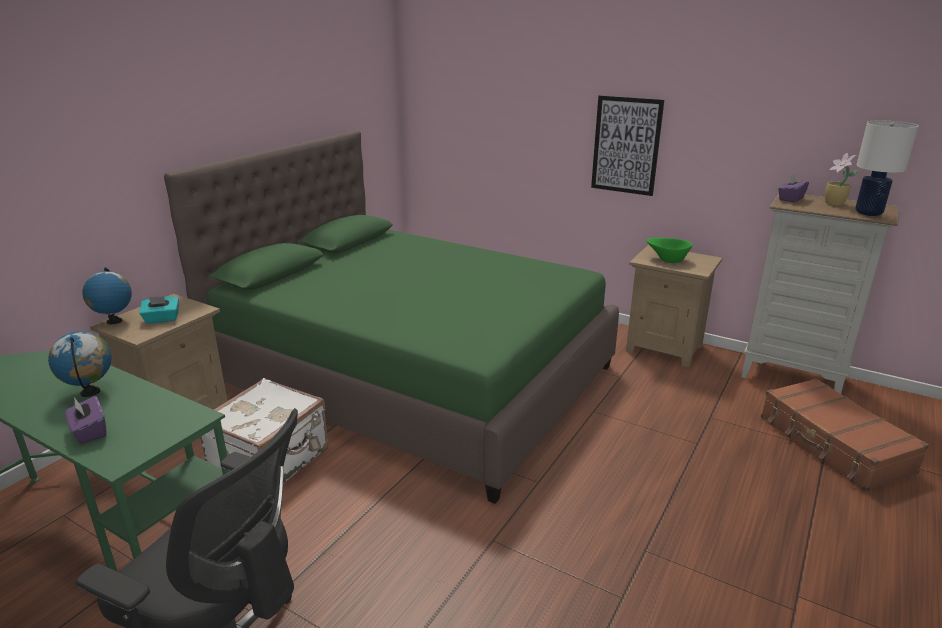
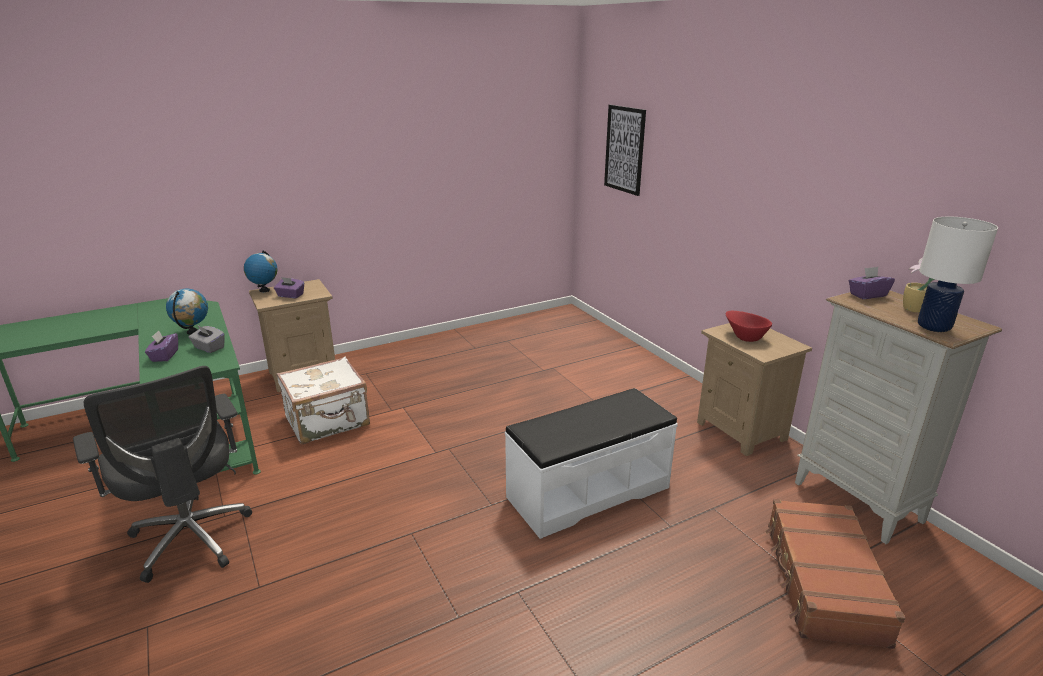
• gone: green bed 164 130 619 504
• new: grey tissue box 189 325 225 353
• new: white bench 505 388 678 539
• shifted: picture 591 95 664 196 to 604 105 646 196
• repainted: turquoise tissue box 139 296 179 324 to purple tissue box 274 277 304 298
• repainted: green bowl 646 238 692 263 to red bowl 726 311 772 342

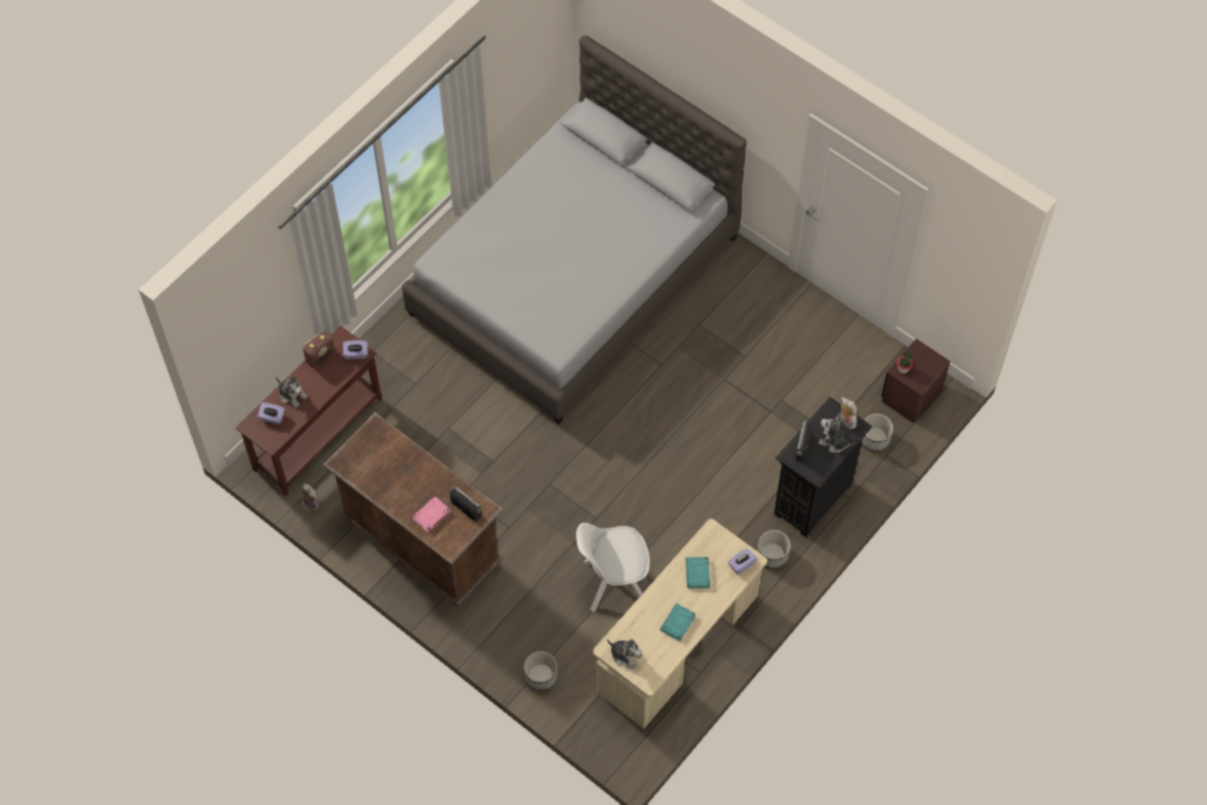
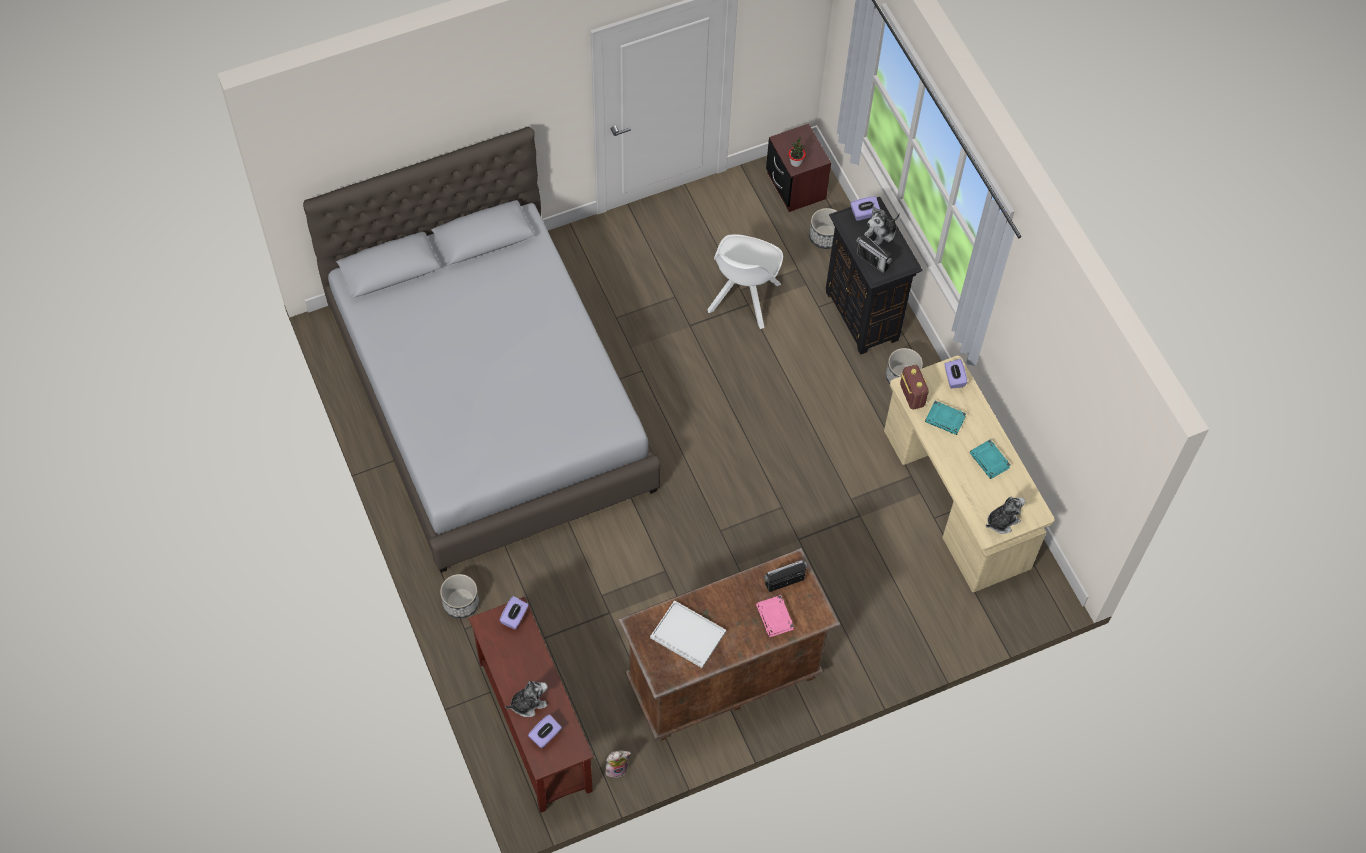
• new: white tray 650 600 726 668
• shifted: radio 303 332 335 368 to 900 365 929 409
• shifted: planter 524 651 558 691 to 440 574 479 618
• shifted: white chair 576 523 650 612 to 707 234 783 329
• swapped: plush toy 839 397 857 429 to purple tissue box 851 196 880 221

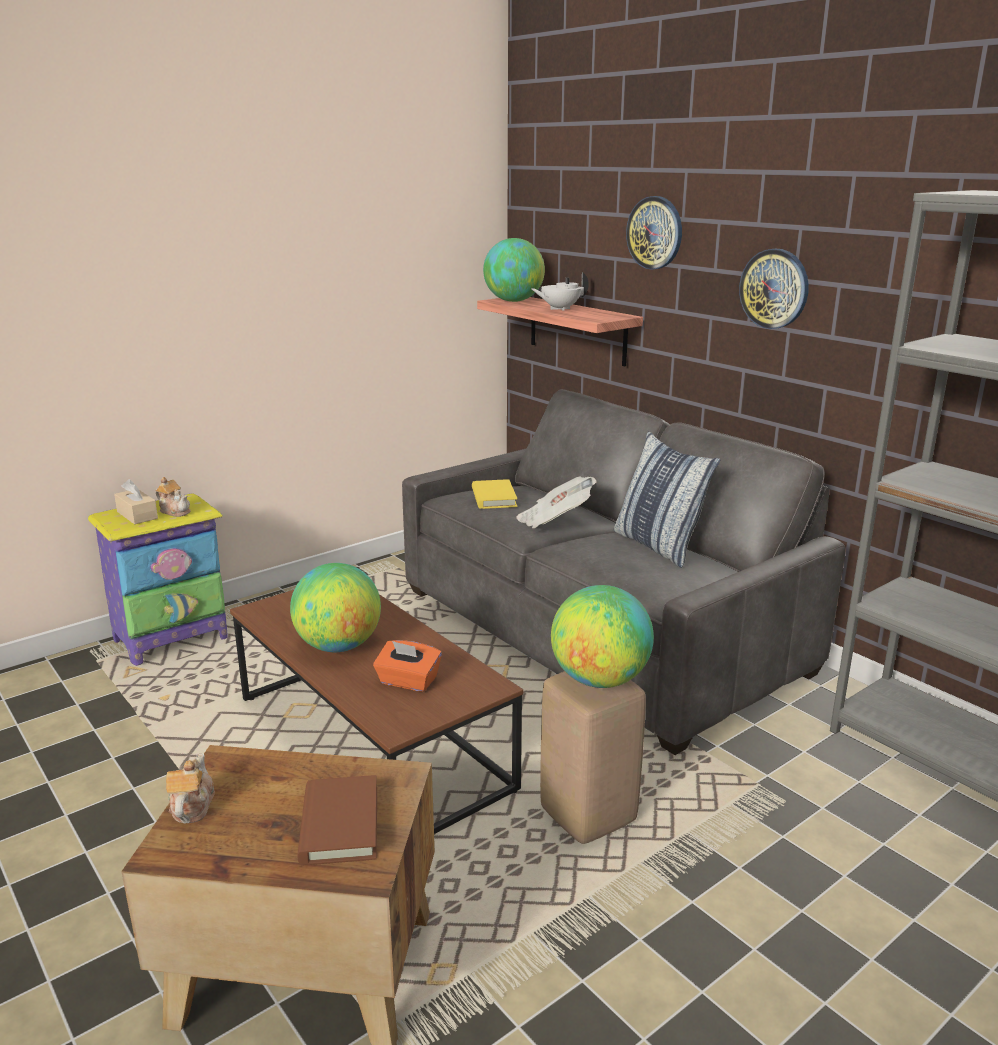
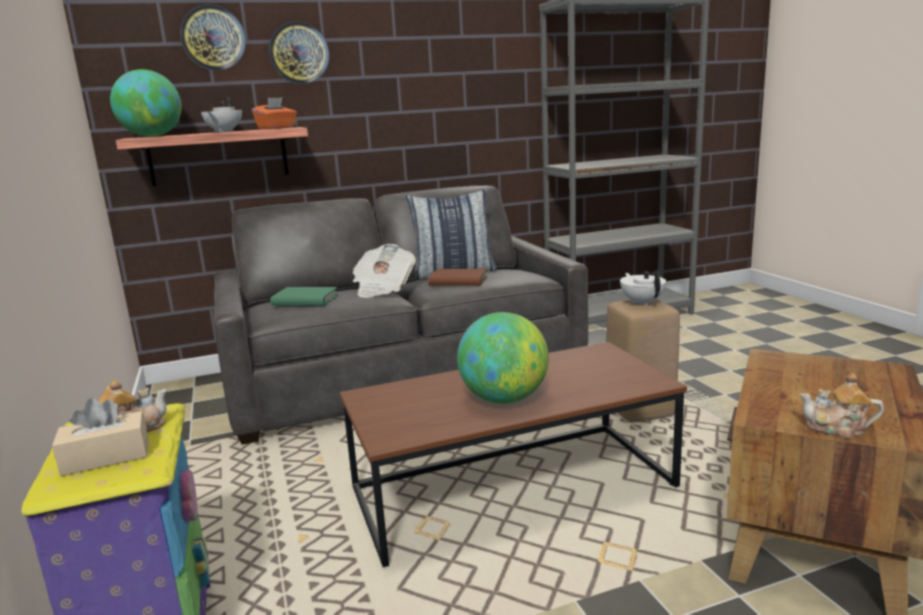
• shifted: brown book 297 775 377 865 to 428 269 487 286
• shifted: orange tissue box 373 640 442 692 to 252 97 297 129
• shifted: wall clock 739 248 809 329 to 180 5 246 71
• swapped: globe 551 585 654 688 to white teapot 620 270 666 306
• repainted: yellow book 472 479 517 509 to green book 270 287 338 306

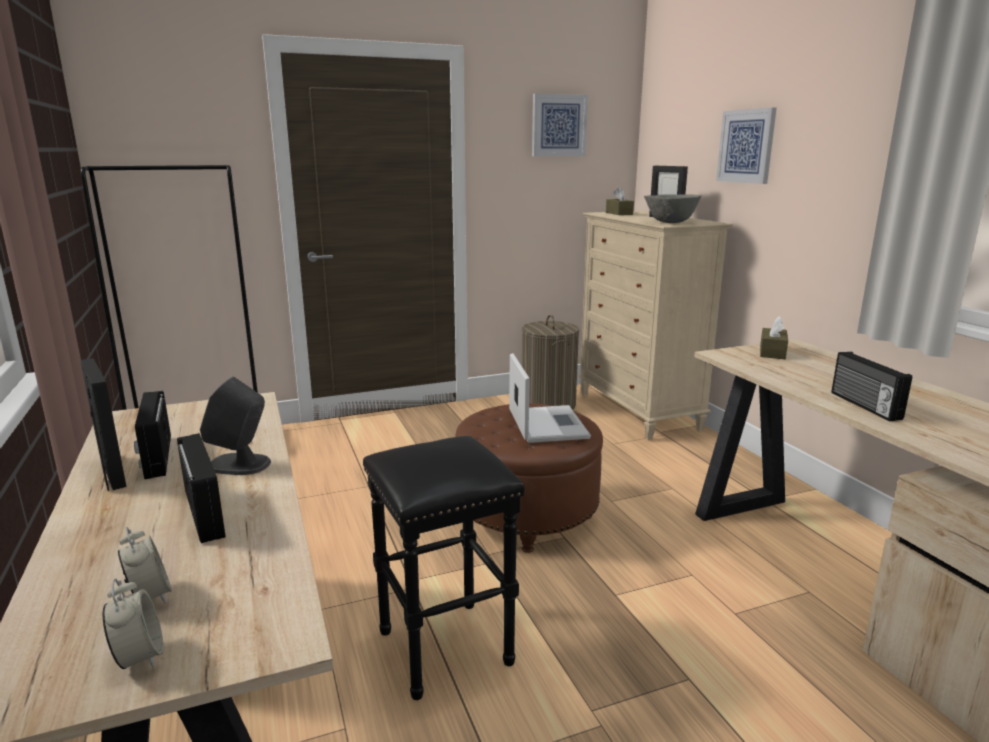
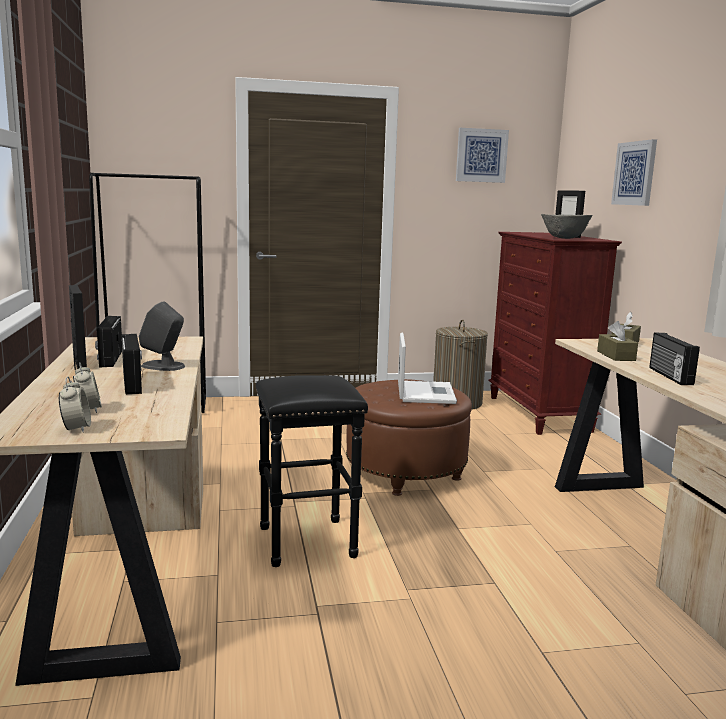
• shifted: brown tissue box 606 187 634 215 to 597 321 638 361
• repainted: beige dresser 578 211 733 441 to red dresser 488 232 622 435

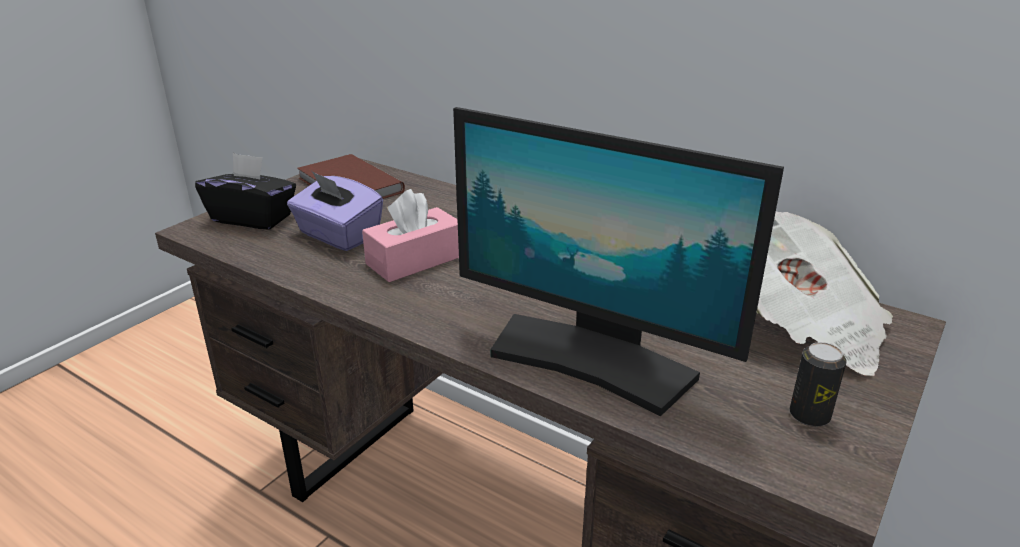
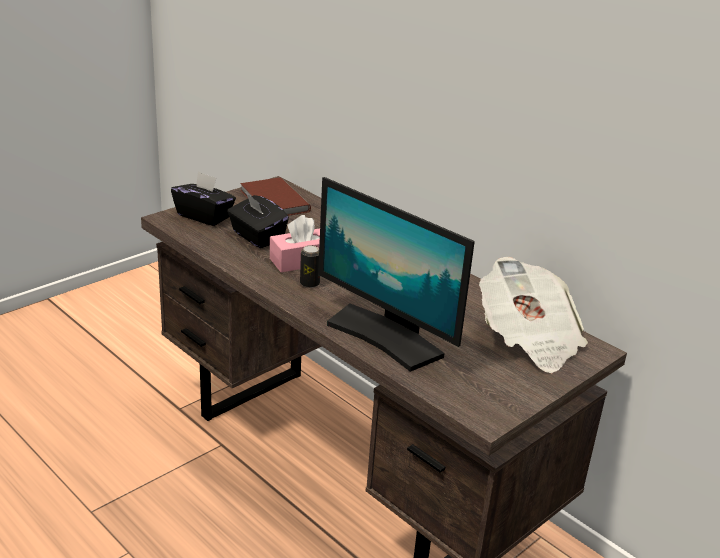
• shifted: can 790 342 847 427 to 300 245 320 288
• repainted: purple tissue box 287 171 383 251 to black tissue box 227 193 289 248

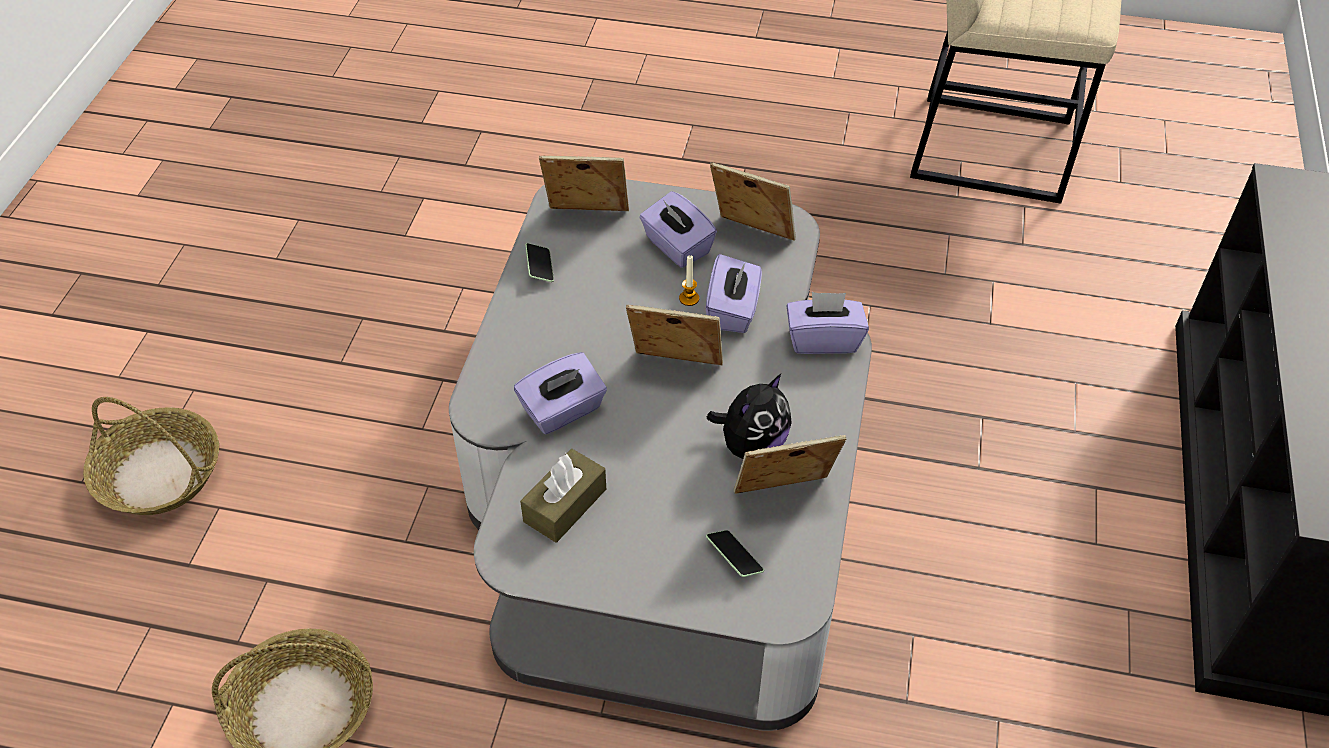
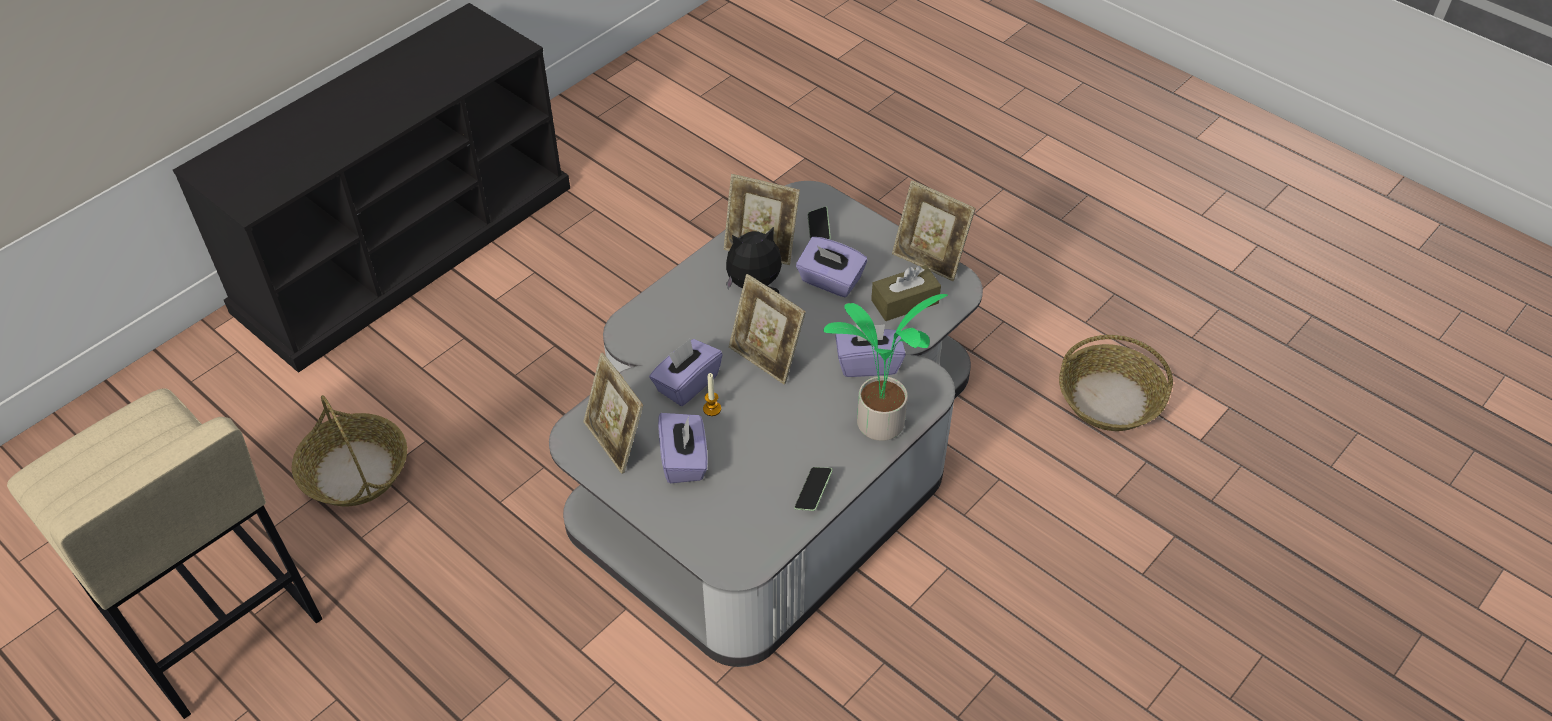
• new: potted plant 823 294 948 441
• shifted: basket 83 397 219 515 to 292 395 407 506
• shifted: picture frame 539 156 629 211 to 892 180 975 281
• shifted: purple tissue box 787 292 869 354 to 796 237 867 297

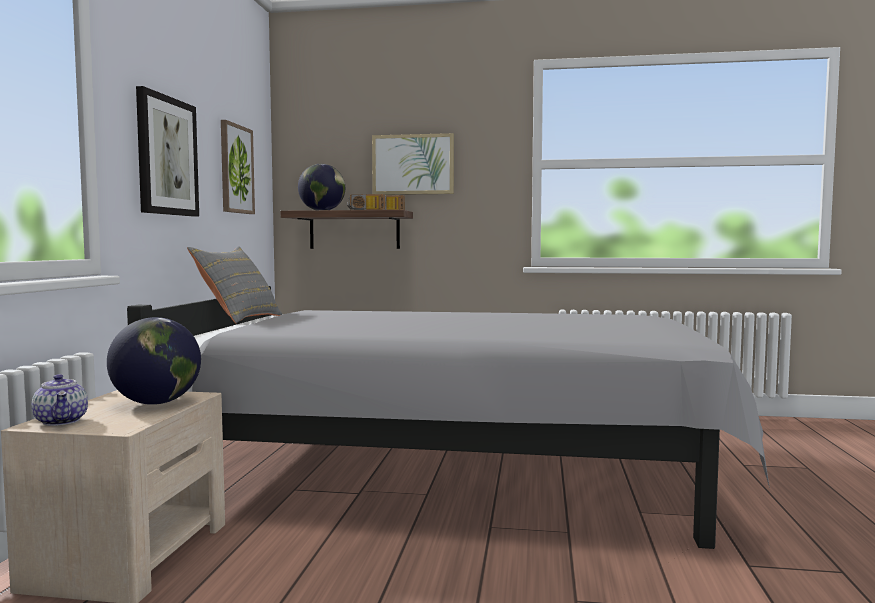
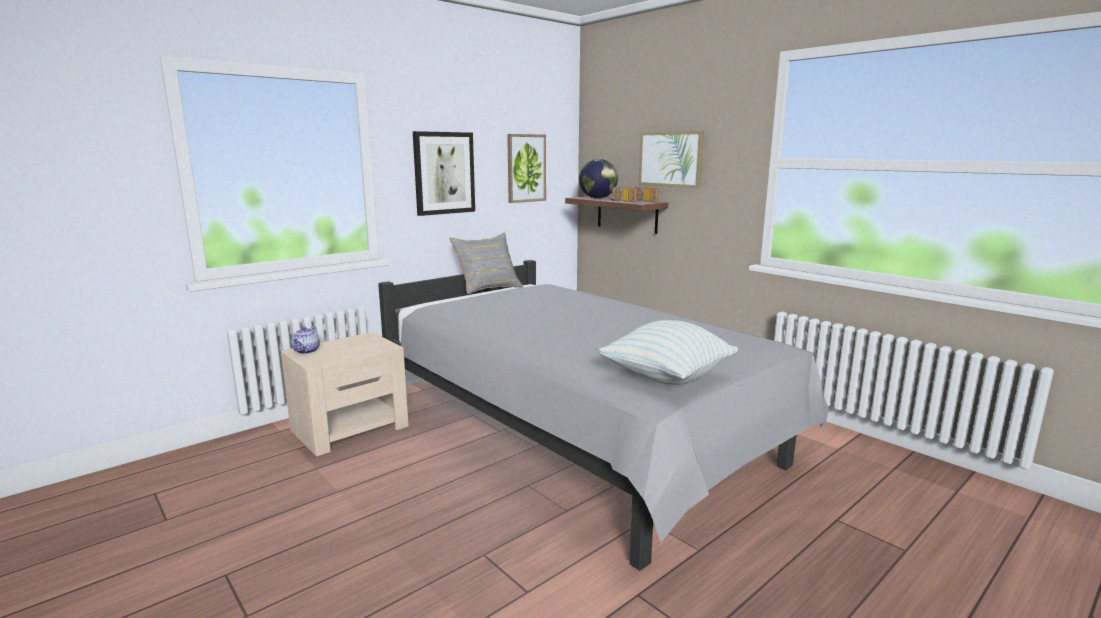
• gone: globe 107 317 201 405
• new: pillow 598 320 738 385

